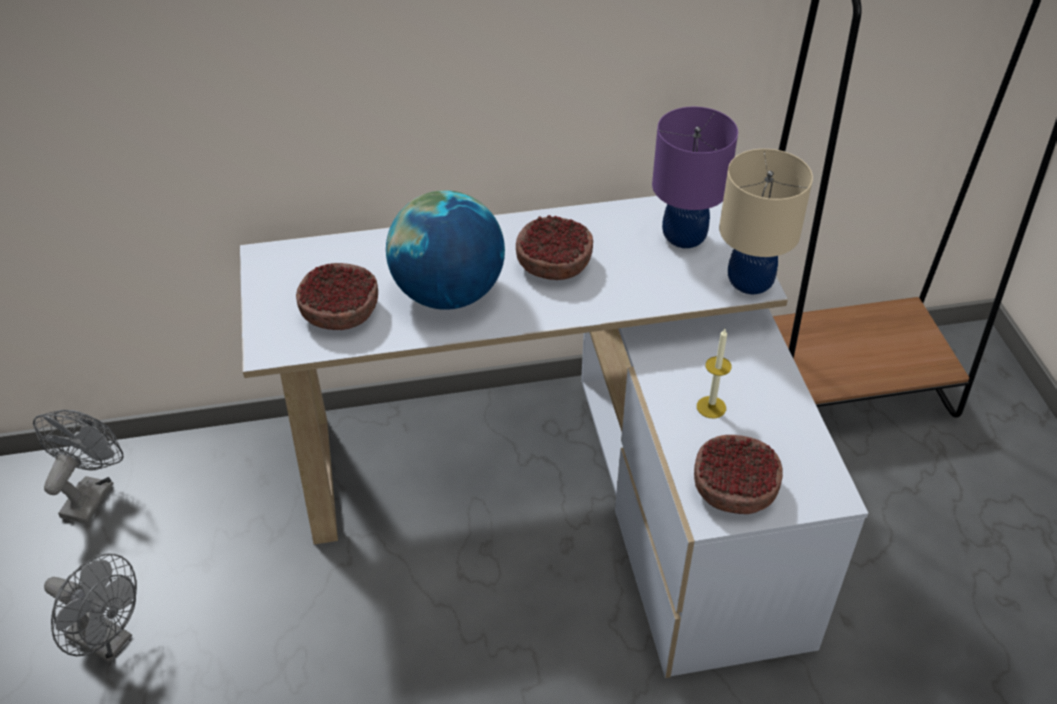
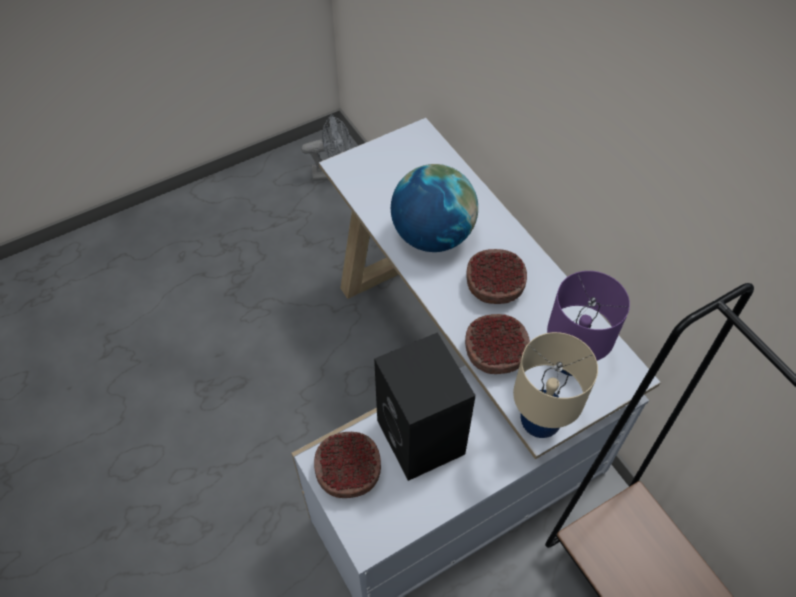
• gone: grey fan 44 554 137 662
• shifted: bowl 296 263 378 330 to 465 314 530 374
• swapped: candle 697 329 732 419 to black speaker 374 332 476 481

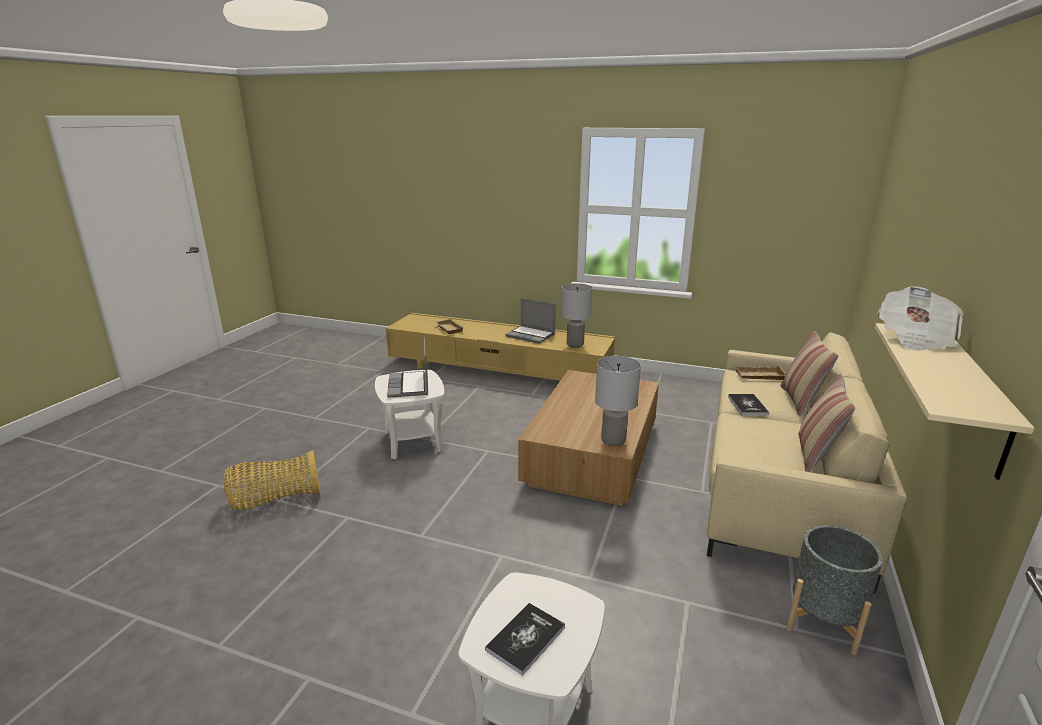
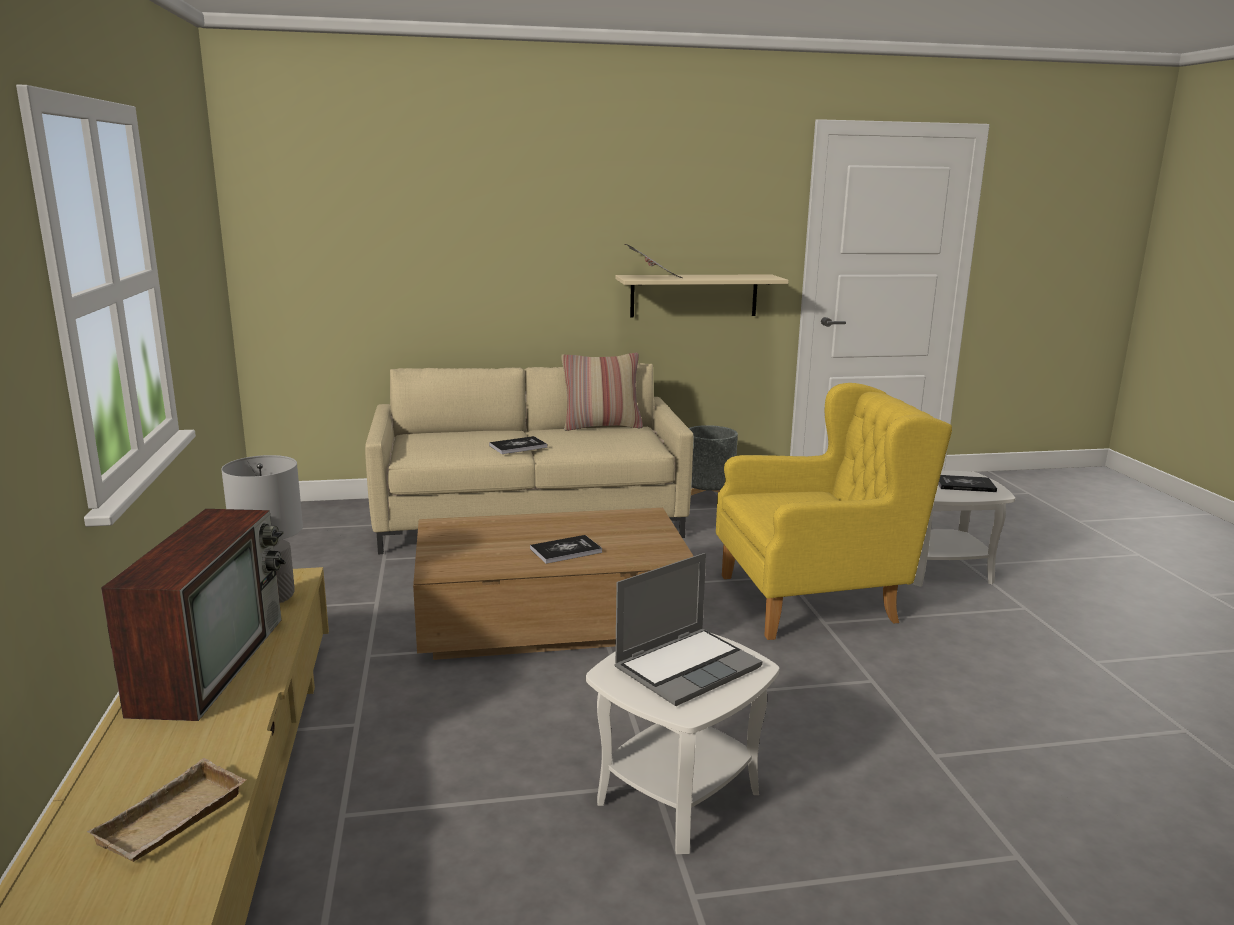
• gone: basket 224 450 320 510
• gone: grey table lamp 595 356 641 447
• gone: beige tray 735 366 786 380
• gone: pillow 780 331 838 416
• new: book 530 535 602 564
• new: yellow armchair 716 383 952 640
• swapped: laptop 505 298 556 344 to television 101 509 286 721

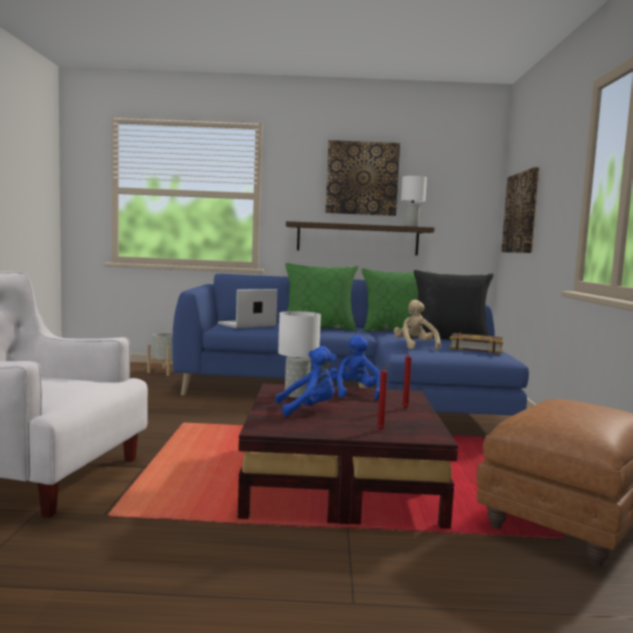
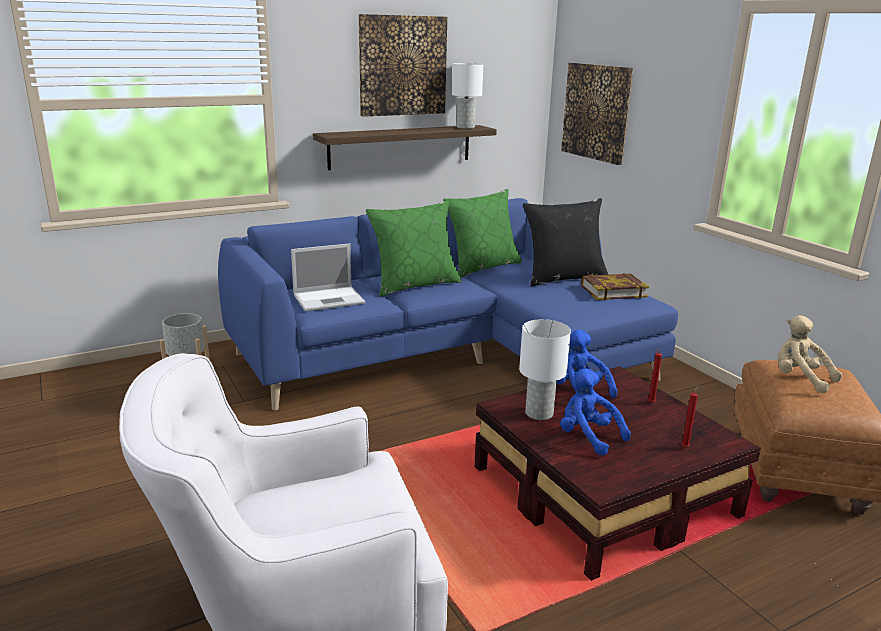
• shifted: beige plush toy 394 300 440 350 to 777 315 842 393
• rotated: laptop 218 289 277 328 = 291 243 365 312 135 degrees counterclockwise
• rotated: blue plush toy 275 346 336 417 = 560 368 631 456 90 degrees counterclockwise

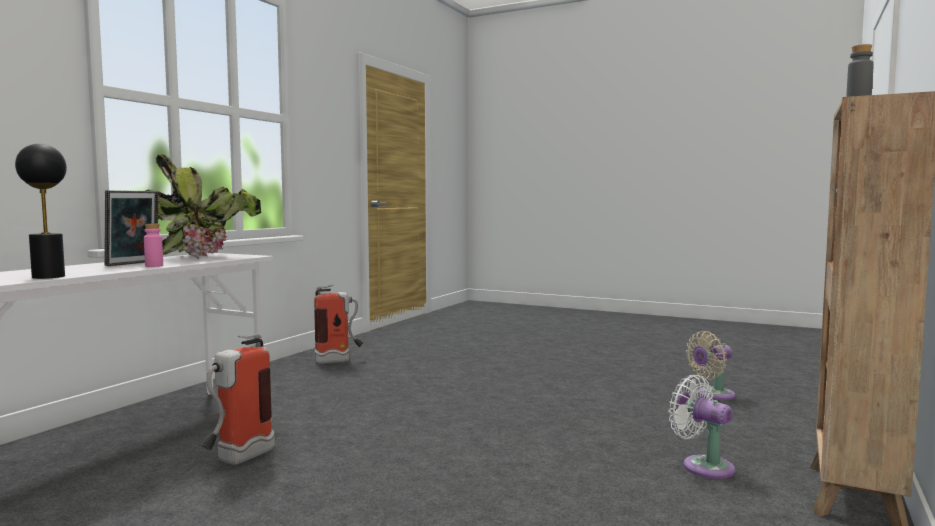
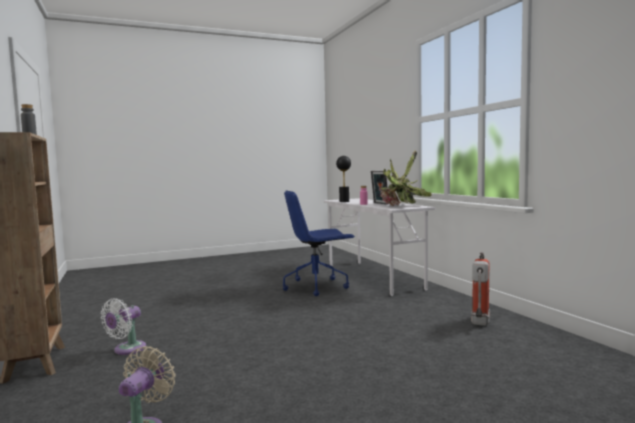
• swapped: fire extinguisher 201 334 275 465 to blue office chair 282 191 355 296
• rotated: white fan 669 375 735 479 = 101 299 146 355 120 degrees clockwise

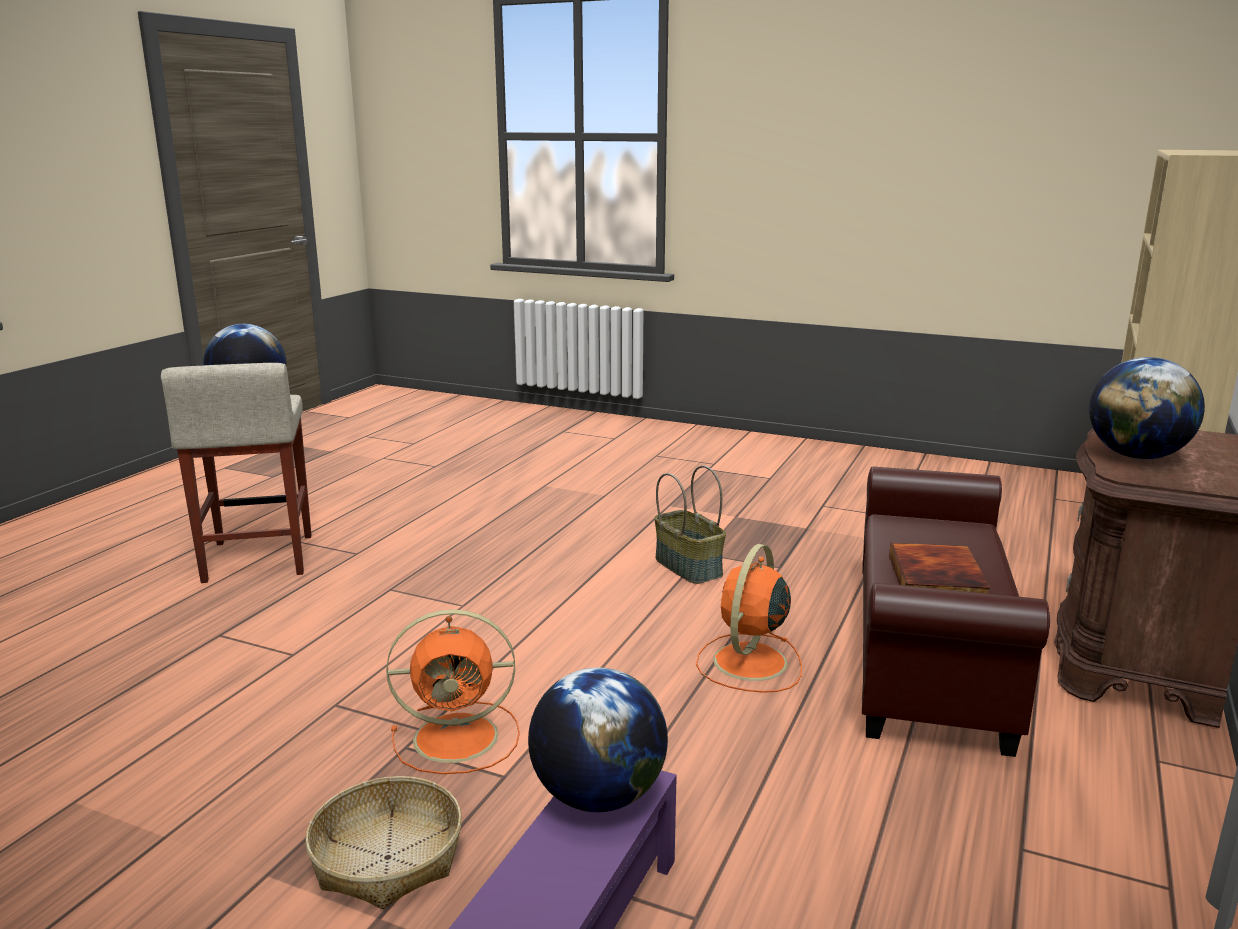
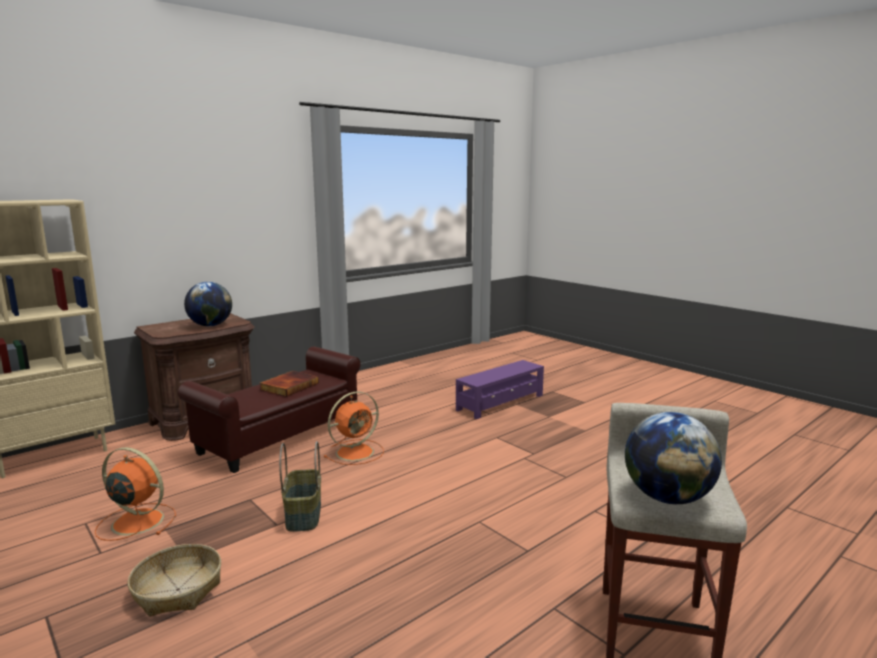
• gone: globe 528 667 668 812
• shifted: basket 305 776 462 909 to 127 544 221 617
• shifted: orange fan 386 609 520 774 to 95 447 176 541

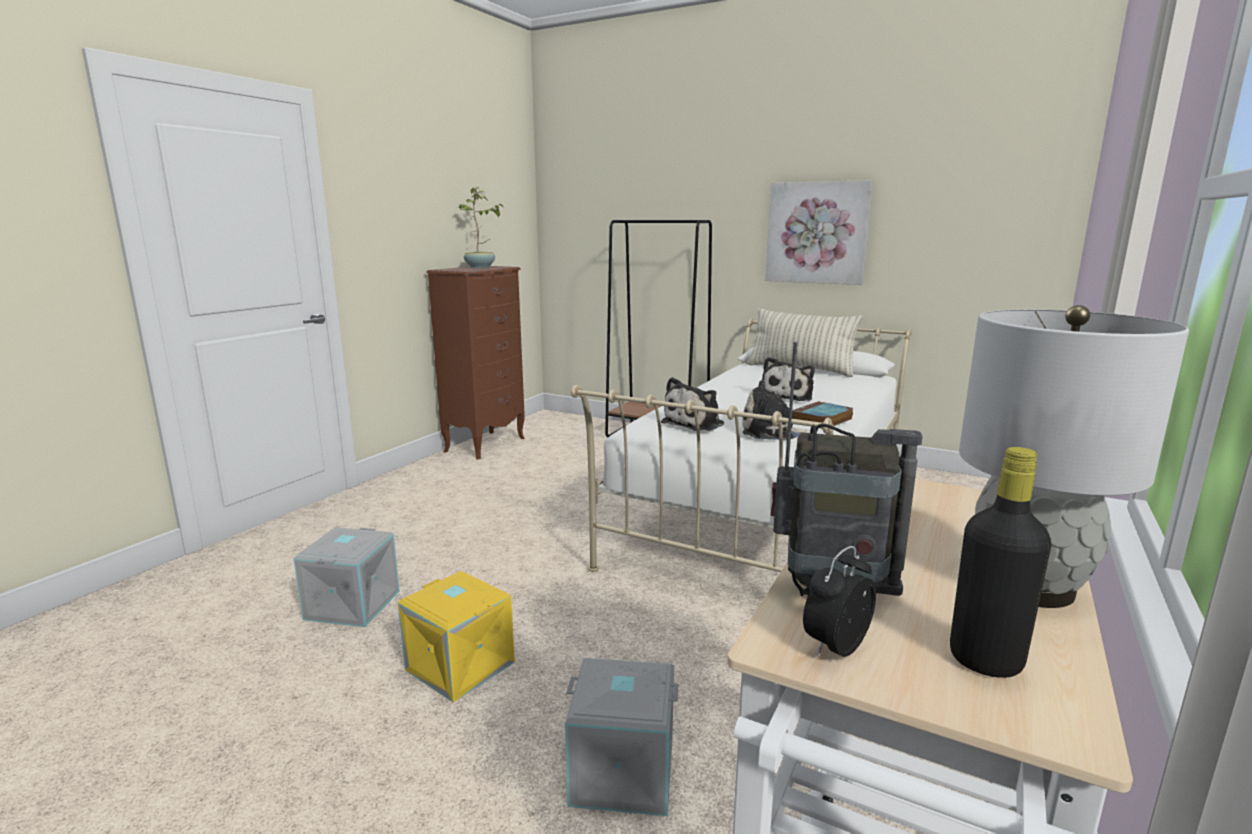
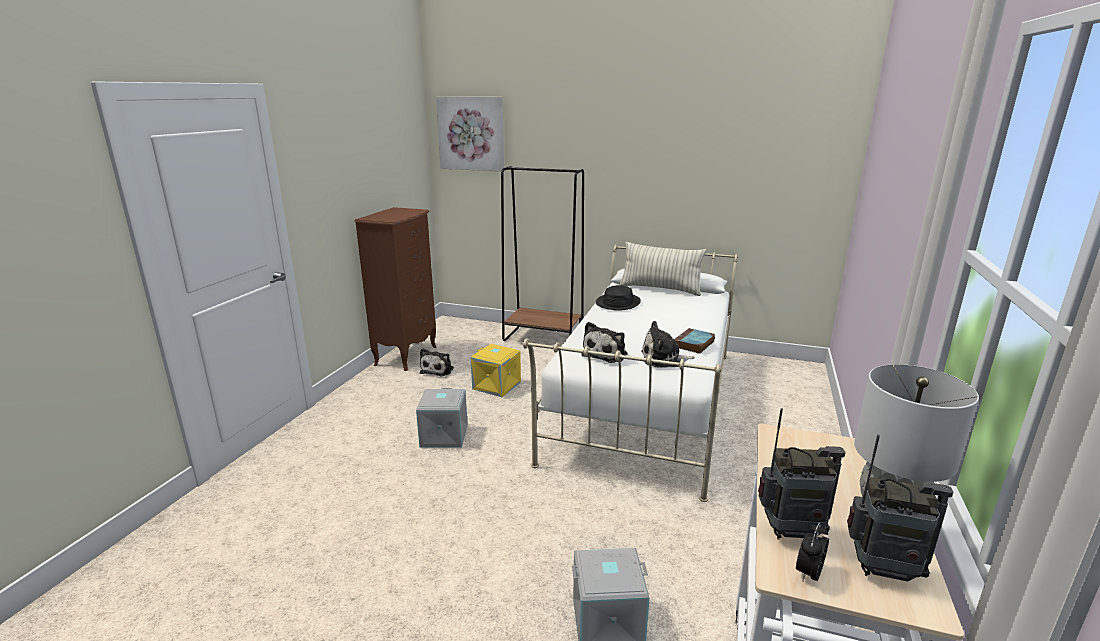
• gone: potted plant 457 187 504 268
• new: black hat 596 285 641 311
• shifted: grey storage box 293 527 400 627 to 416 388 468 448
• shifted: yellow storage box 398 571 515 703 to 471 344 521 397
• shifted: plush toy 762 357 815 401 to 420 348 454 376
• shifted: picture 765 180 873 285 to 436 97 504 171
• swapped: black bottle 950 447 1051 678 to radio 847 435 953 582

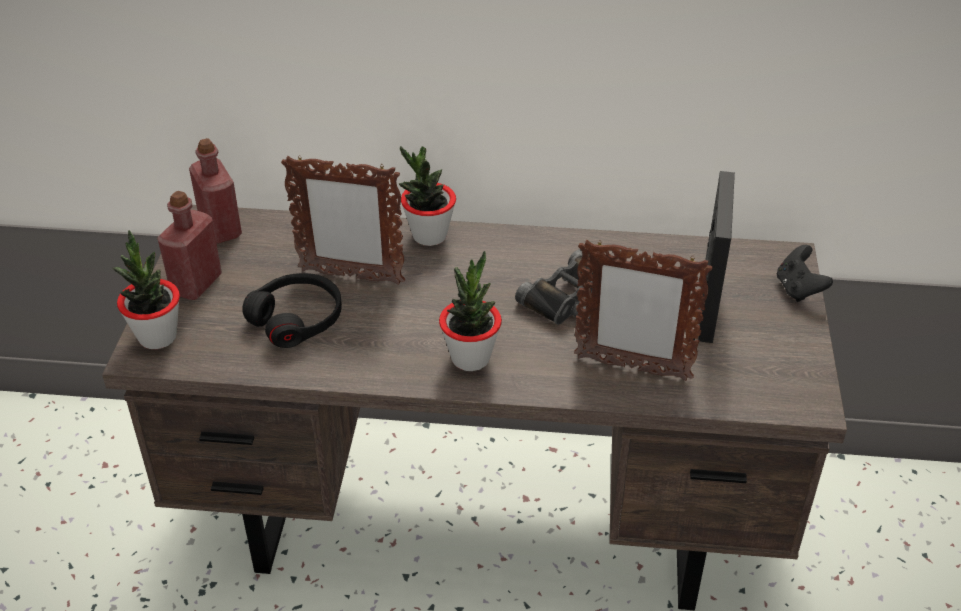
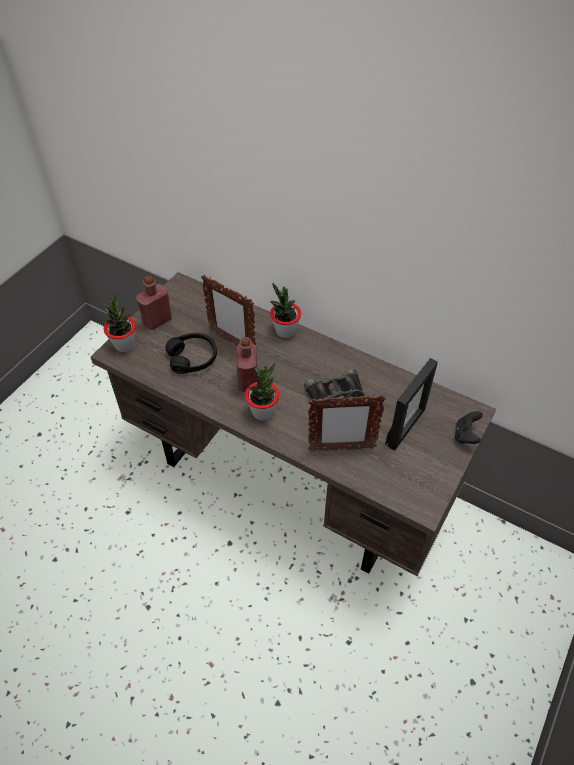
• shifted: red bottle 189 138 242 244 to 236 337 258 392
• rotated: picture frame 574 240 713 381 = 308 394 386 451 45 degrees counterclockwise

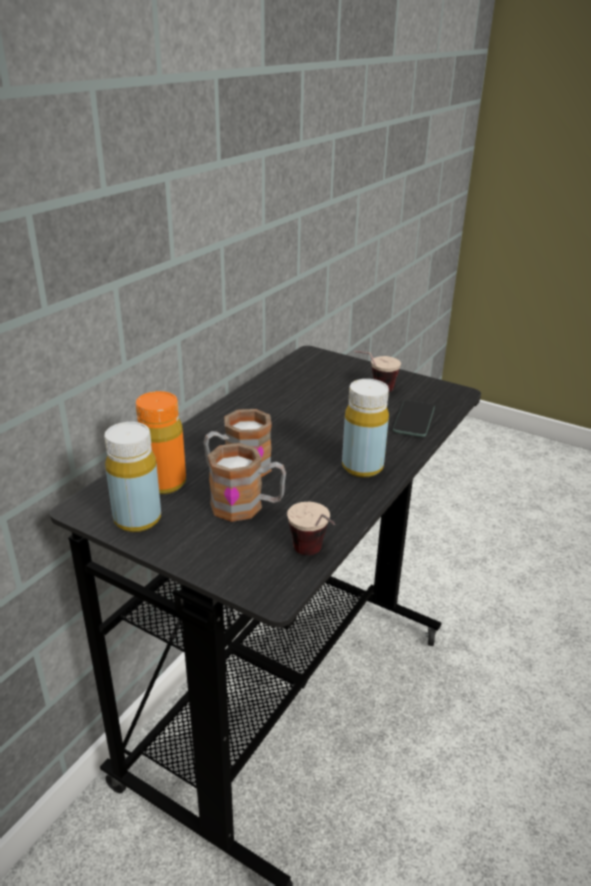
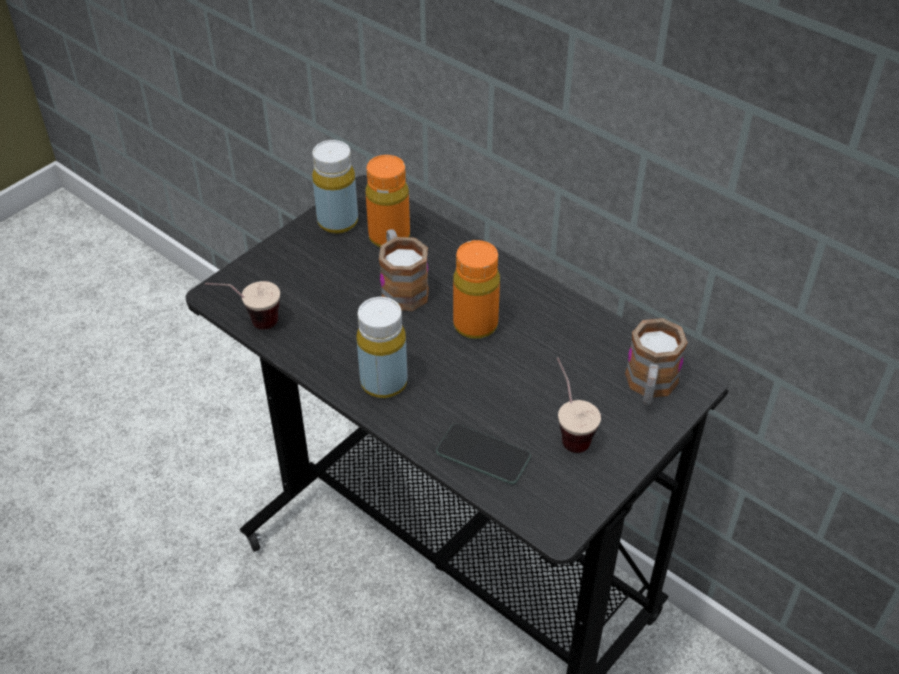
• new: orange bottle 453 240 500 339
• shifted: mug 208 443 286 522 to 625 318 688 405

